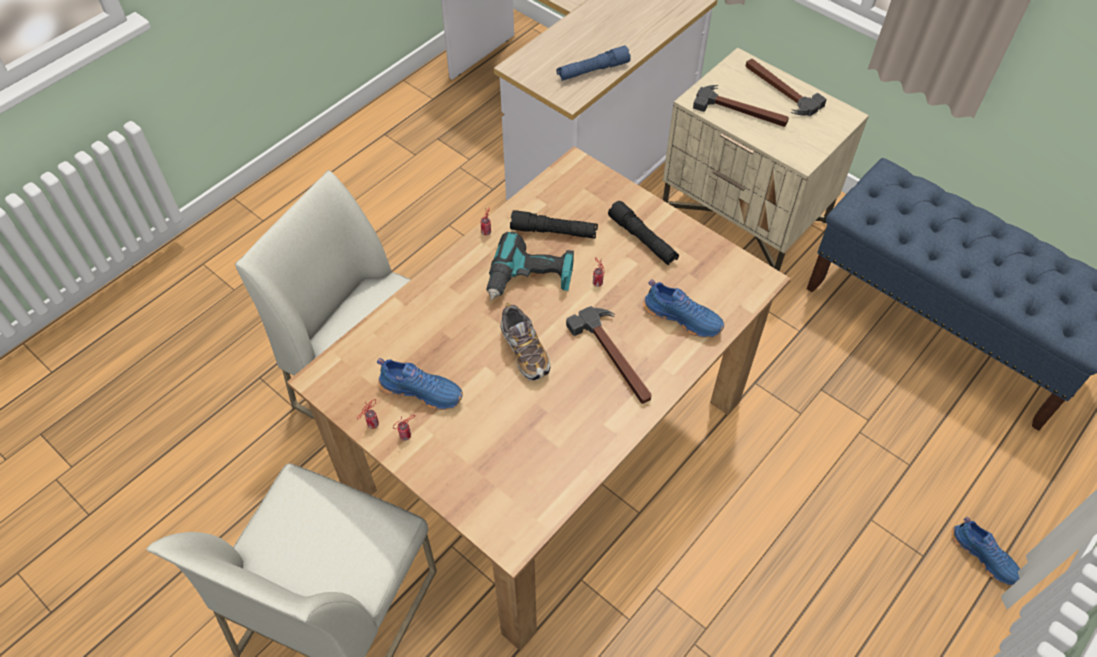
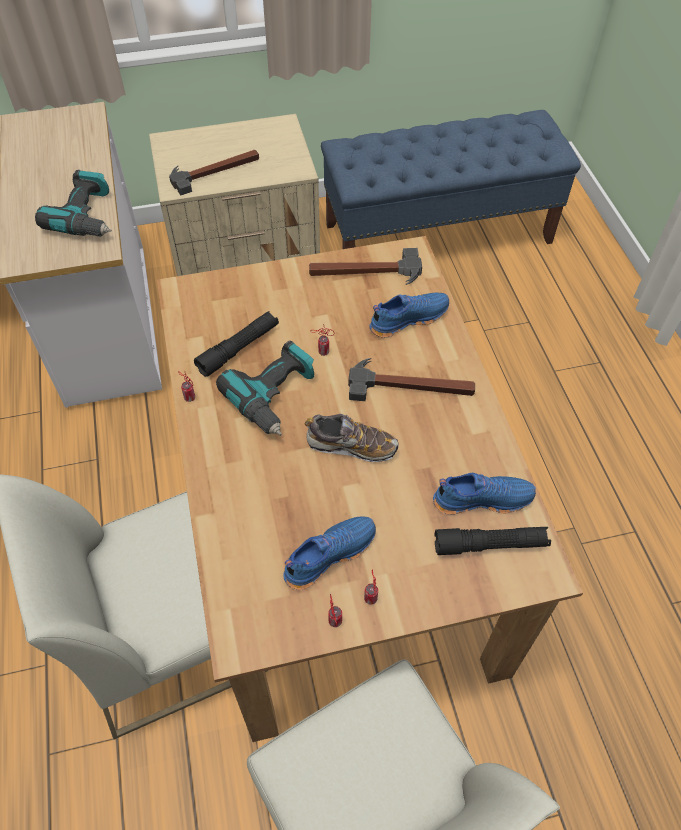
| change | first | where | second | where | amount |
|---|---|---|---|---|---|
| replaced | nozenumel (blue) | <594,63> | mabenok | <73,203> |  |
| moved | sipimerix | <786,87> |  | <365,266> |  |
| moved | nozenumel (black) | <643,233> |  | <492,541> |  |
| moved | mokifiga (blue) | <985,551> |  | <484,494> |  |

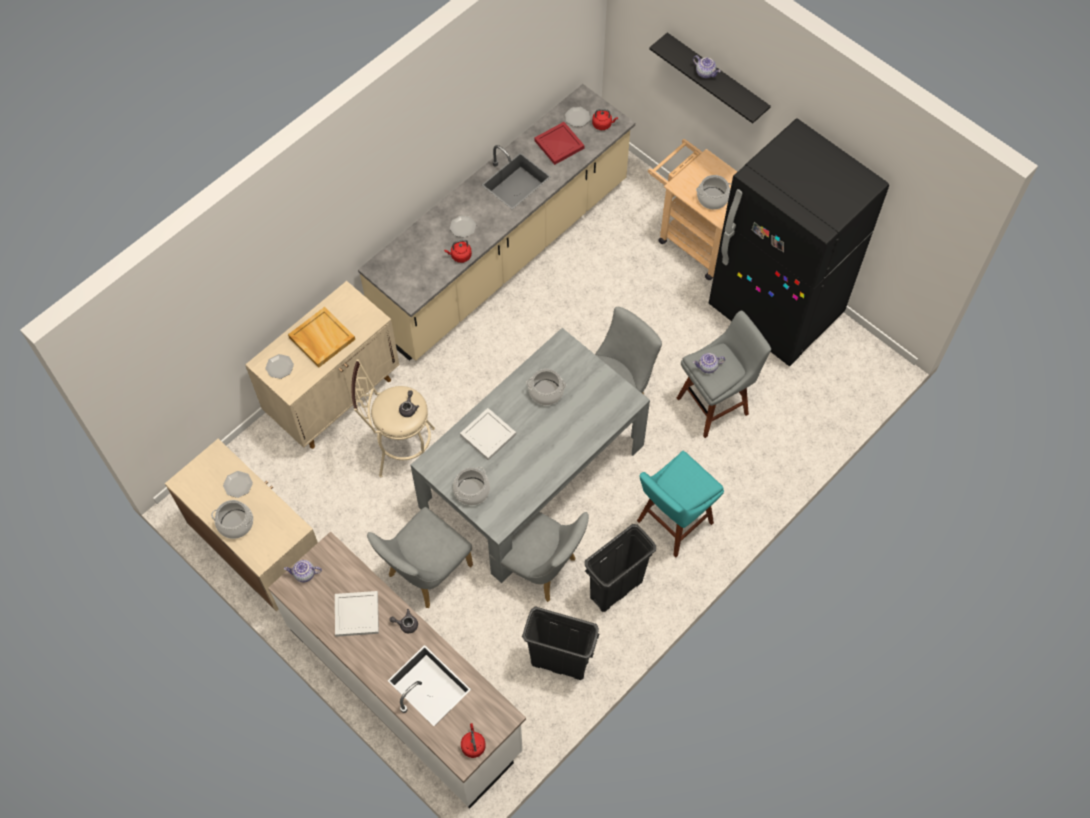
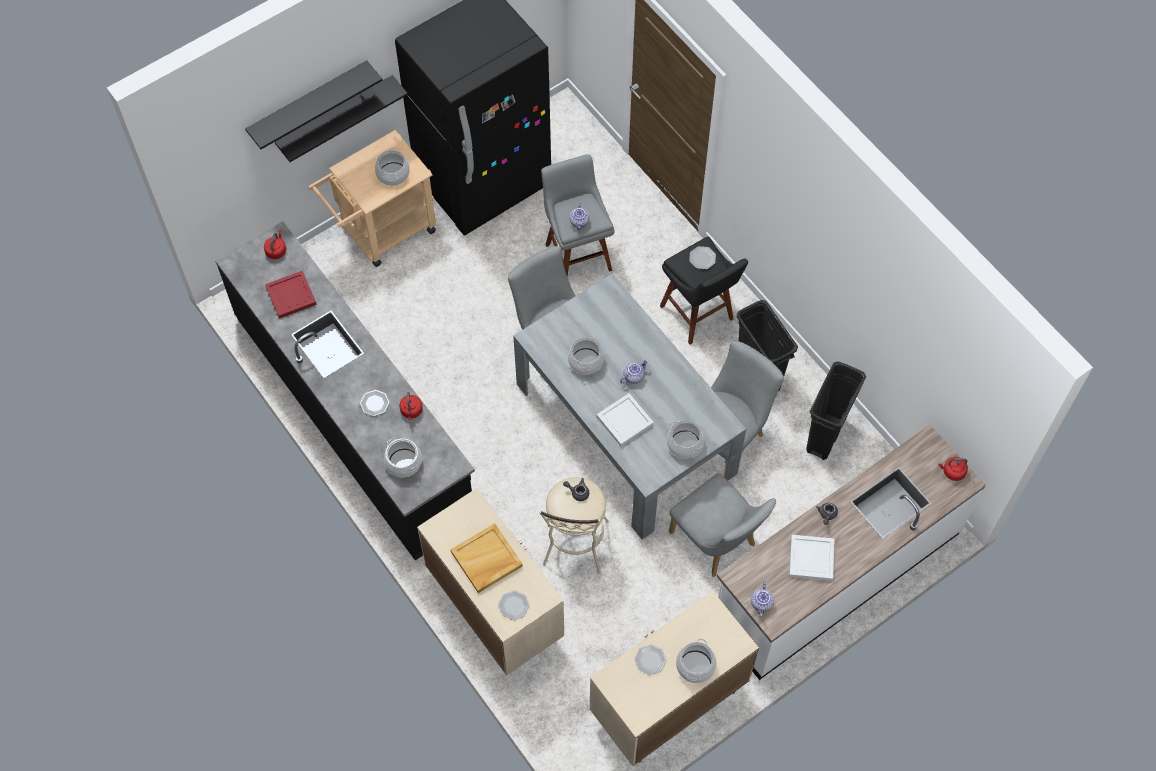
| change | first | where | second | where | amount |
|---|---|---|---|---|---|
| moved | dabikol | <706,66> |  | <634,372> |  |
| recoloured | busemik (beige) | <496,222> | busemik (black) | <345,391> |  |
| moved | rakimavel | <577,117> |  | <702,257> |  |
| recoloured | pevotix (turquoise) | <680,504> | pevotix (black) | <704,290> |  |
| added |  |  | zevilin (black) | <341,118> |  |
| added |  |  | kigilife | <403,457> |  |

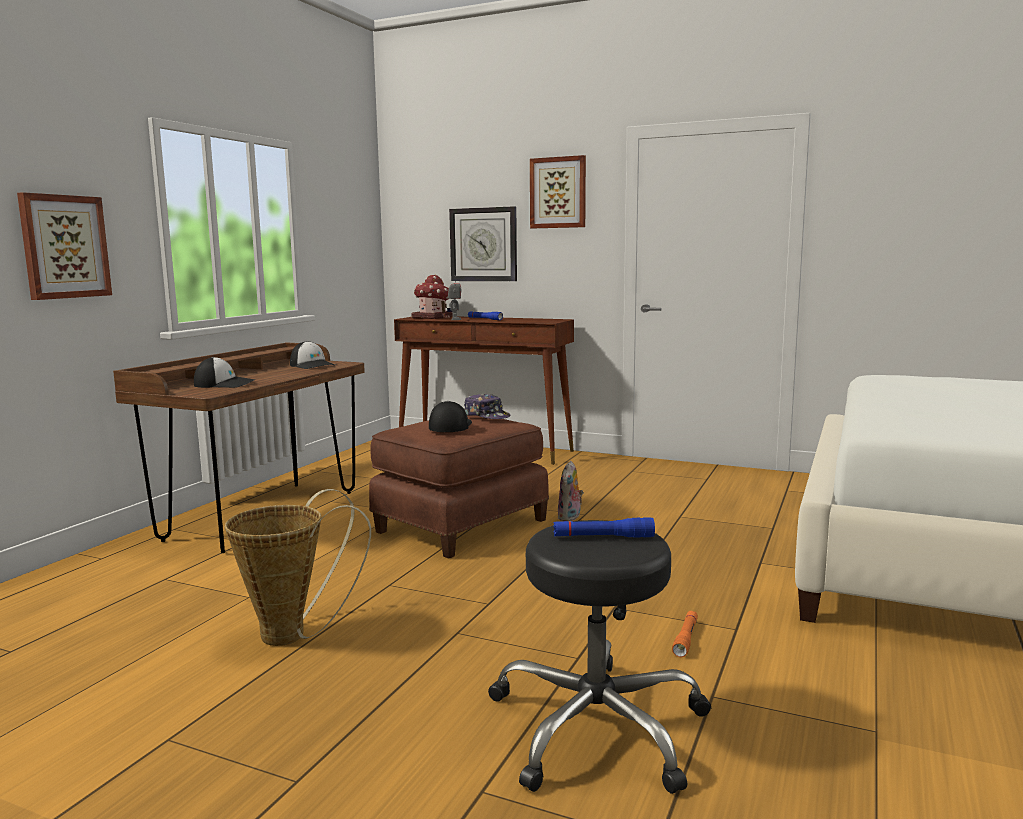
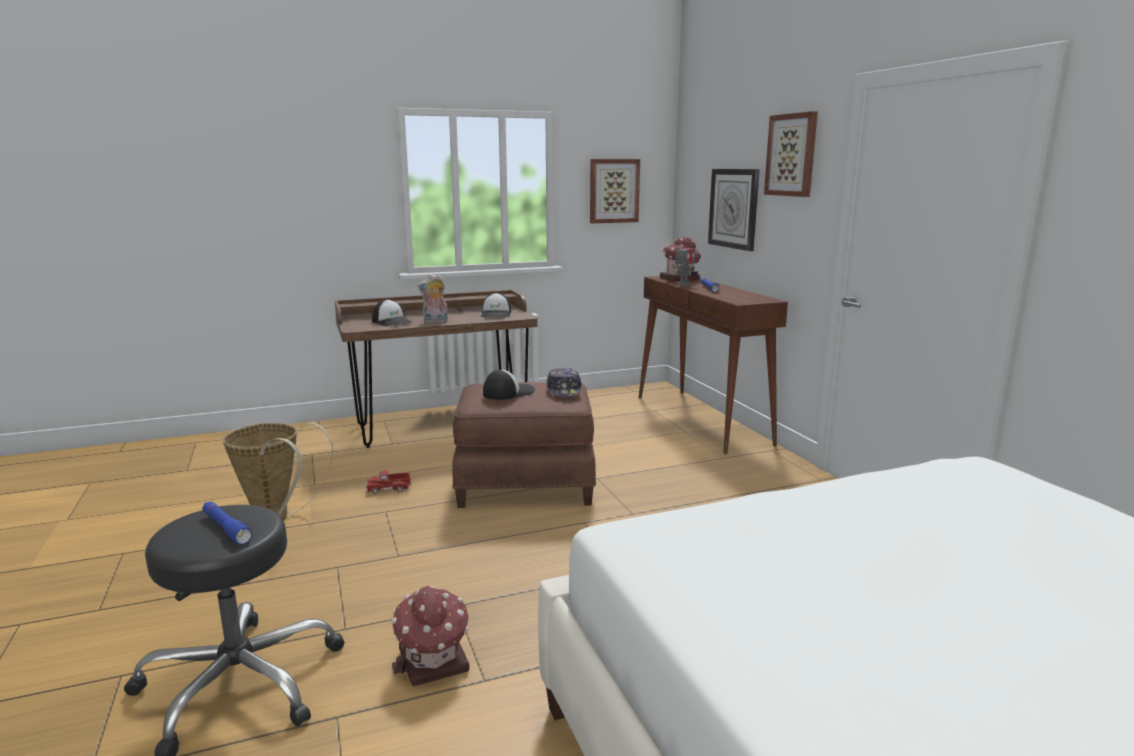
| change | first | where | second | where | amount |
|---|---|---|---|---|---|
| moved | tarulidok | <64,246> |  | <615,191> |  |
| moved | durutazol | <571,491> |  | <432,298> |  |
| replaced | nozenumel (orange) | <685,634> | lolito | <430,636> |  |
| added |  |  | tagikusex | <389,482> |  |

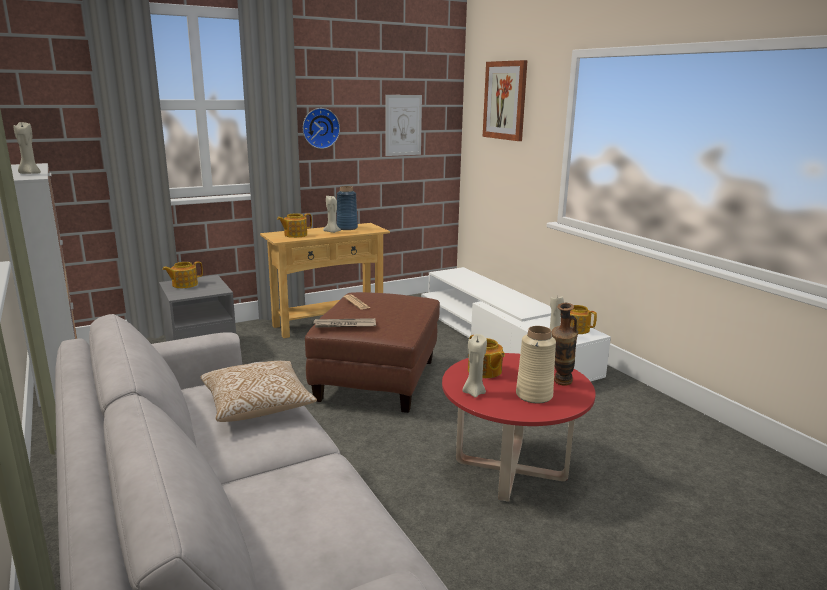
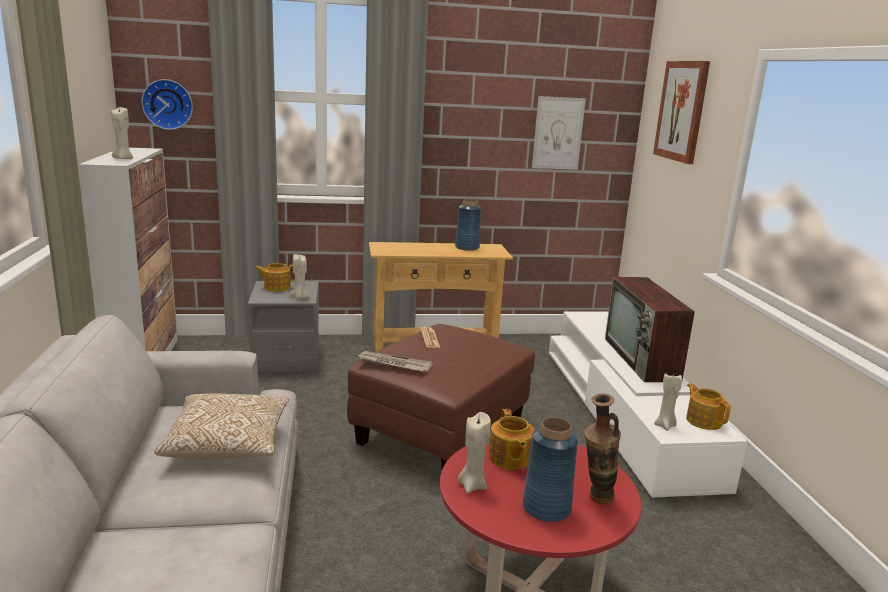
| change | first | where | second | where | amount |
|---|---|---|---|---|---|
| moved | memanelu | <321,128> |  | <167,104> |  |
| moved | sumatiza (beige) | <332,214> |  | <300,276> |  |
| removed | dabikol | <294,225> |  |  |  |
| recoloured | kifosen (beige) | <536,364> | kifosen (blue) | <550,469> |  |
| added |  |  | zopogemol | <650,329> |  |

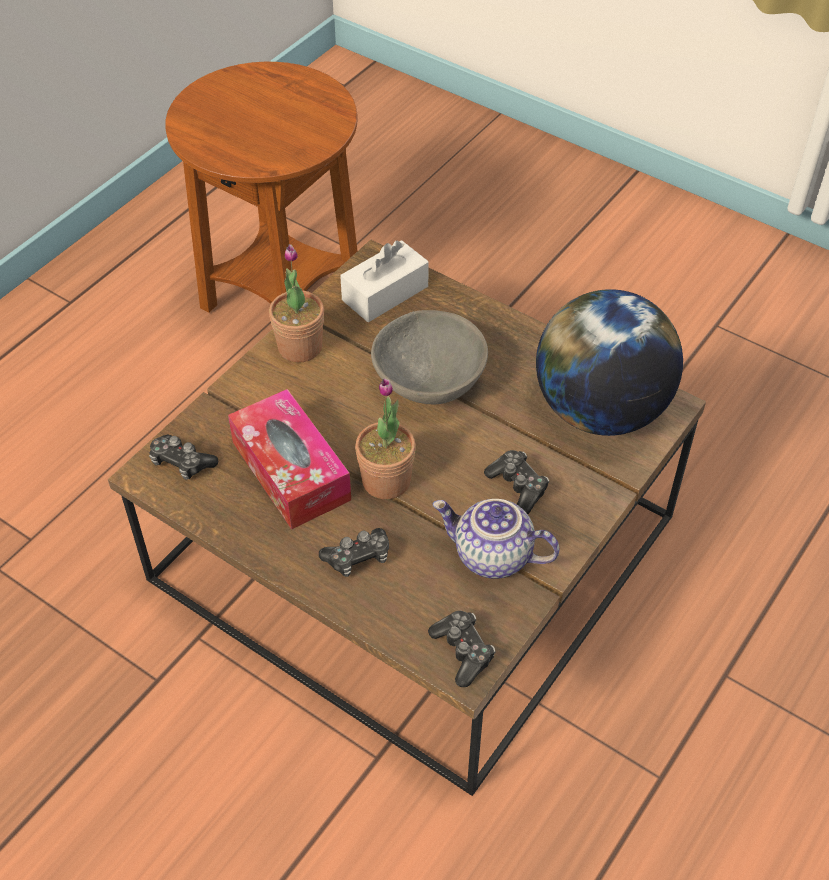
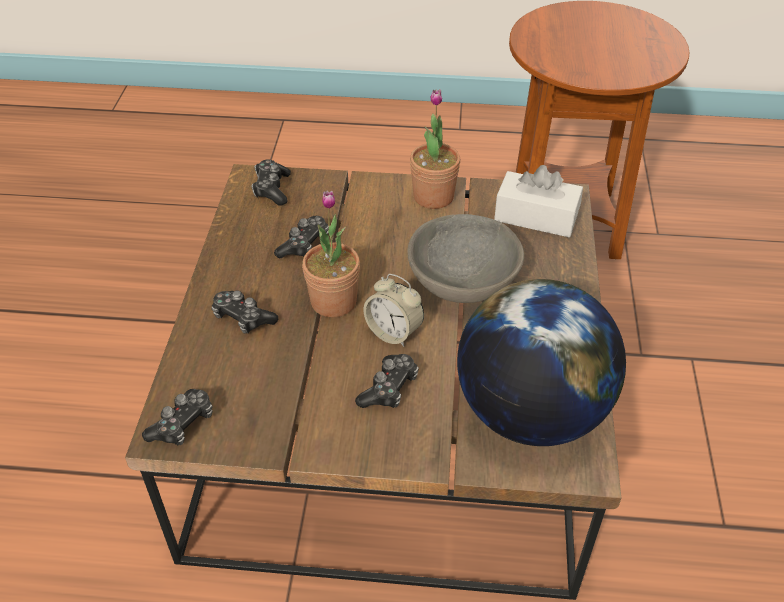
| change | first | where | second | where | amount |
|---|---|---|---|---|---|
| replaced | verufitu | <289,459> | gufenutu | <301,237> |  |
| removed | dabikol | <496,539> |  |  |  |
| added |  |  | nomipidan | <394,310> |  |

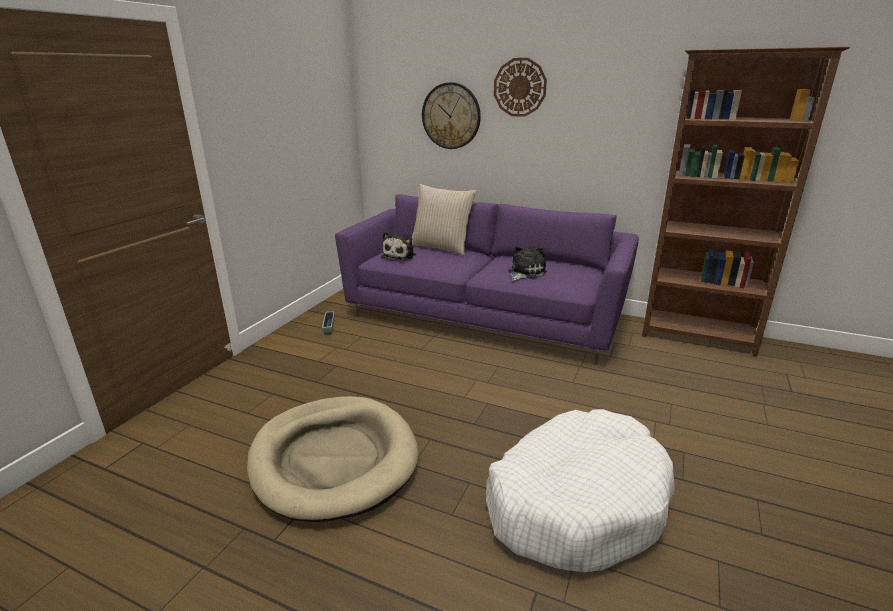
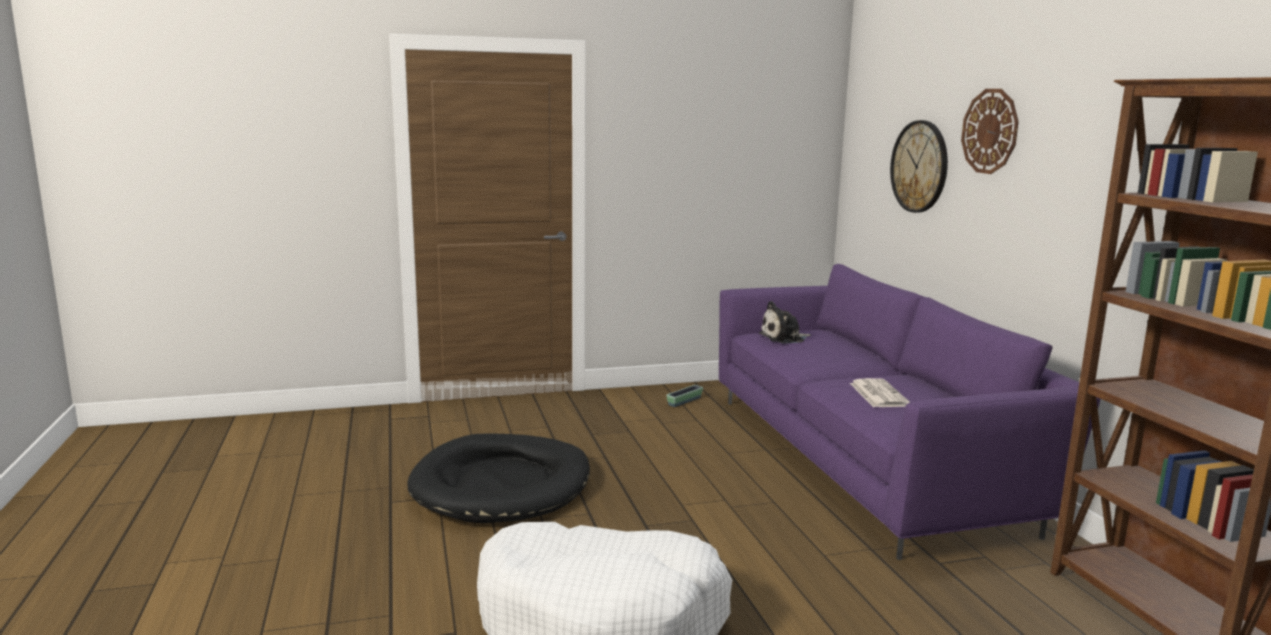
| change | first | where | second | where | amount |
|---|---|---|---|---|---|
| removed | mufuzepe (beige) | <444,220> |  |  |  |
| replaced | durutazol | <527,263> | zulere | <880,392> |  |
| recoloured | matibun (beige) | <333,459> | matibun (black) | <498,478> |  |

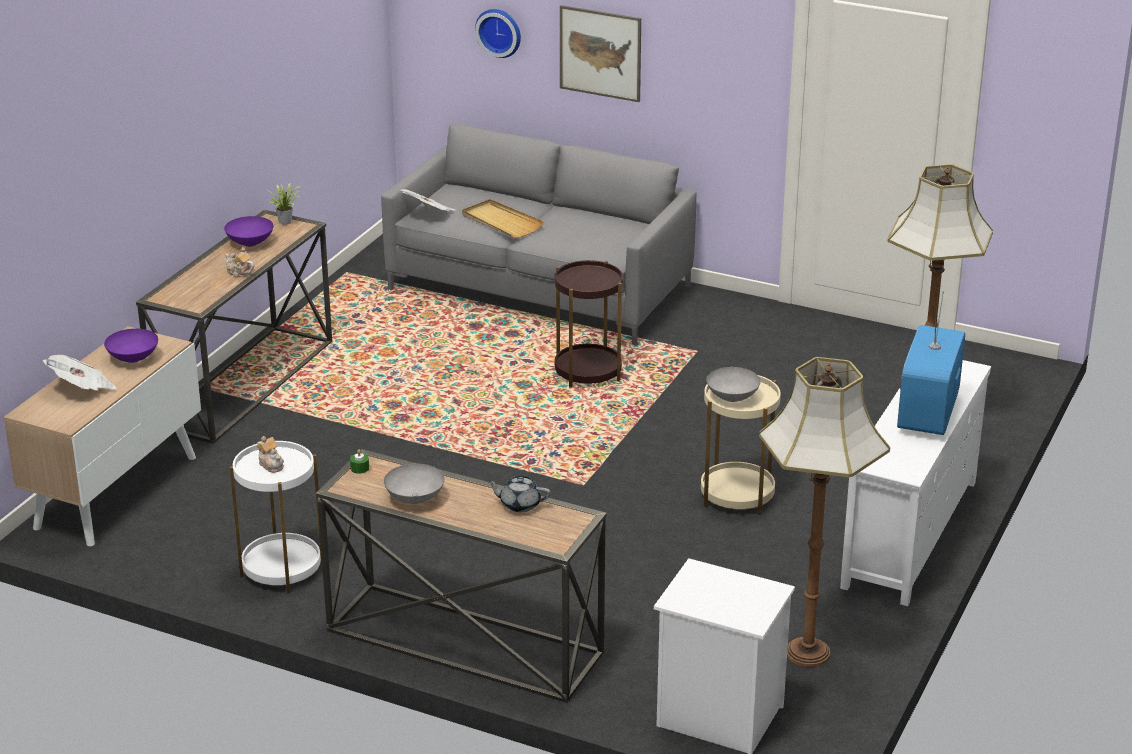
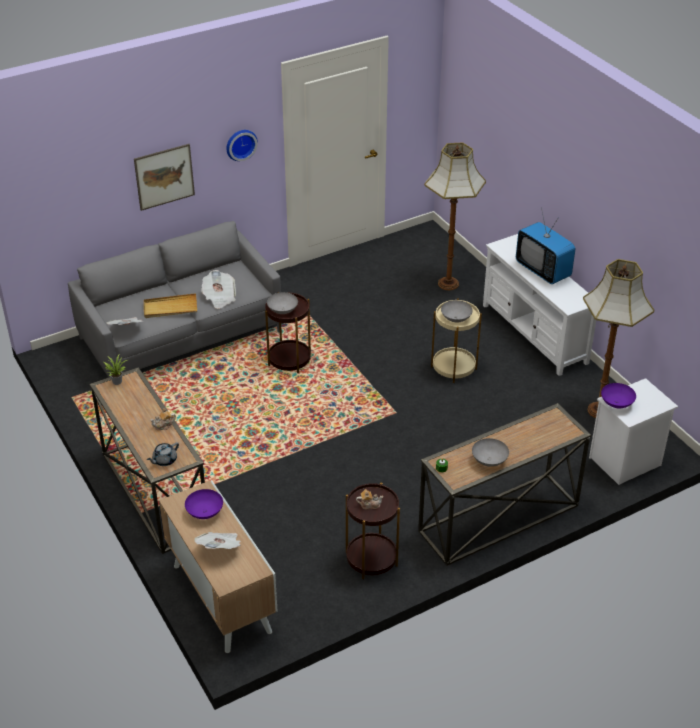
| change | first | where | second | where | amount |
|---|---|---|---|---|---|
| moved | memanelu | <498,33> |  | <242,145> |  |
| moved | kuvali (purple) | <249,231> |  | <618,395> |  |
| recoloured | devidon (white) | <276,517> | devidon (brown) | <373,531> |  |
| moved | dabikol (grey) | <518,494> |  | <163,454> |  |
| added |  |  | zulere | <218,289> |  |
| added |  |  | kuvali (grey) | <282,303> |  |

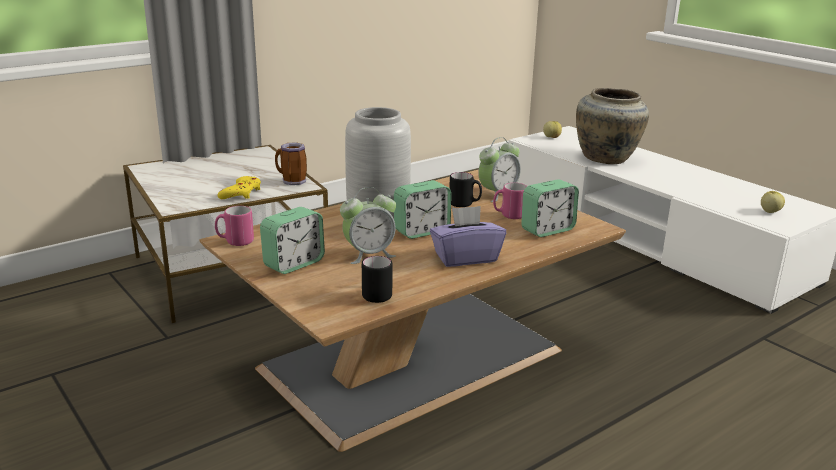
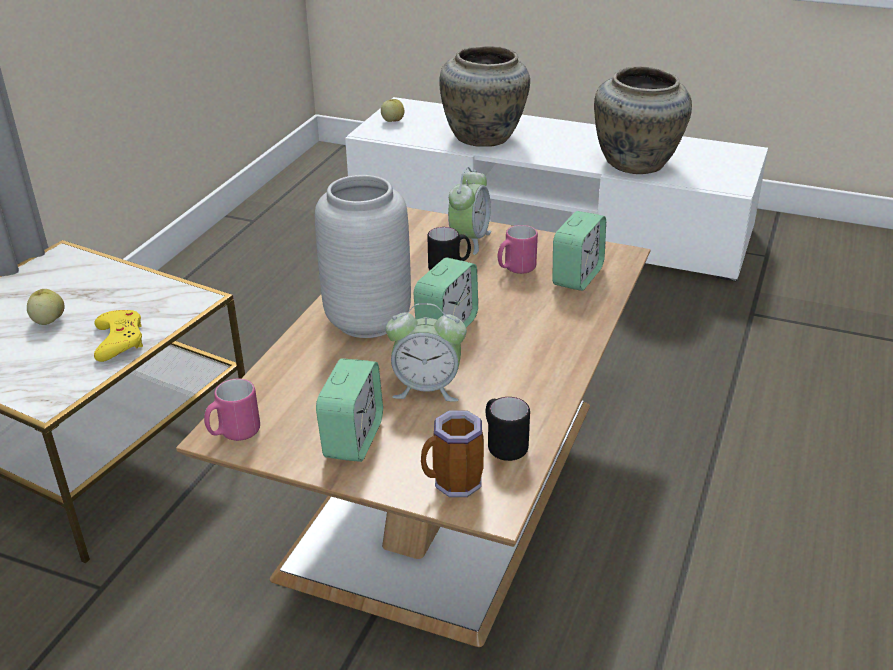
| change | first | where | second | where | amount |
|---|---|---|---|---|---|
| moved | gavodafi | <291,163> |  | <452,453> |  |
| turned | nomipidan | <368,225> |  | <426,352> | 60 degrees clockwise |
| moved | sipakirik | <773,202> |  | <46,307> |  |
| removed | verufitu (purple) | <468,236> |  |  |  |
| added |  |  | kifosen (beige) | <643,120> |  |

